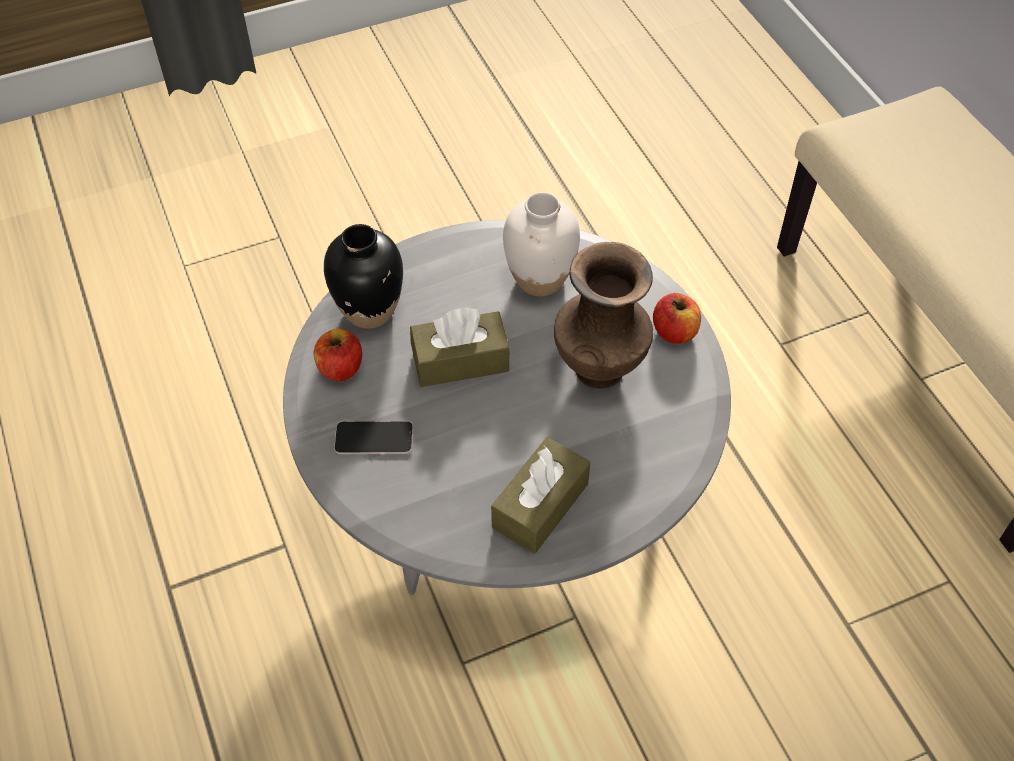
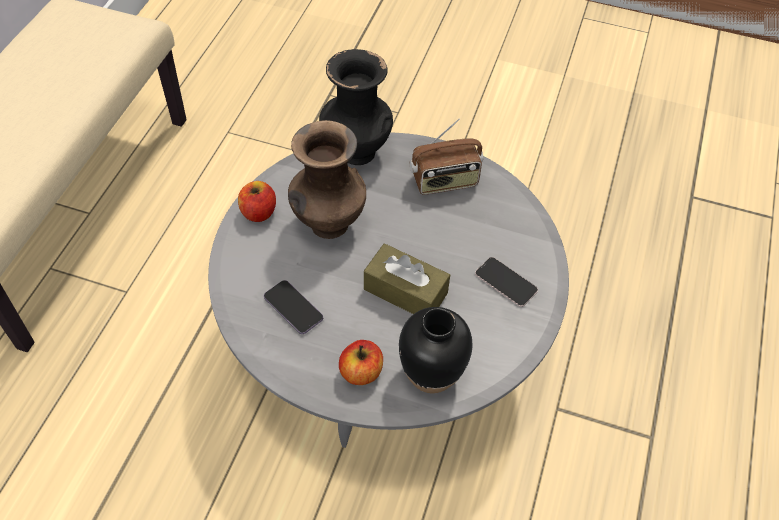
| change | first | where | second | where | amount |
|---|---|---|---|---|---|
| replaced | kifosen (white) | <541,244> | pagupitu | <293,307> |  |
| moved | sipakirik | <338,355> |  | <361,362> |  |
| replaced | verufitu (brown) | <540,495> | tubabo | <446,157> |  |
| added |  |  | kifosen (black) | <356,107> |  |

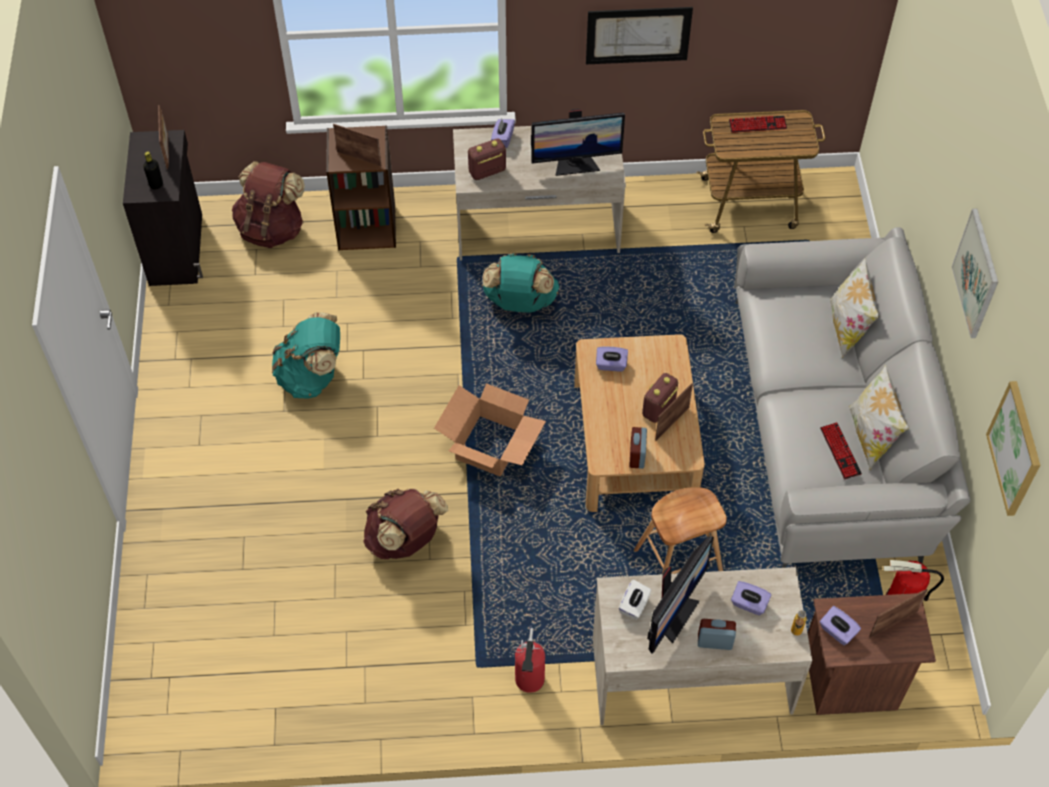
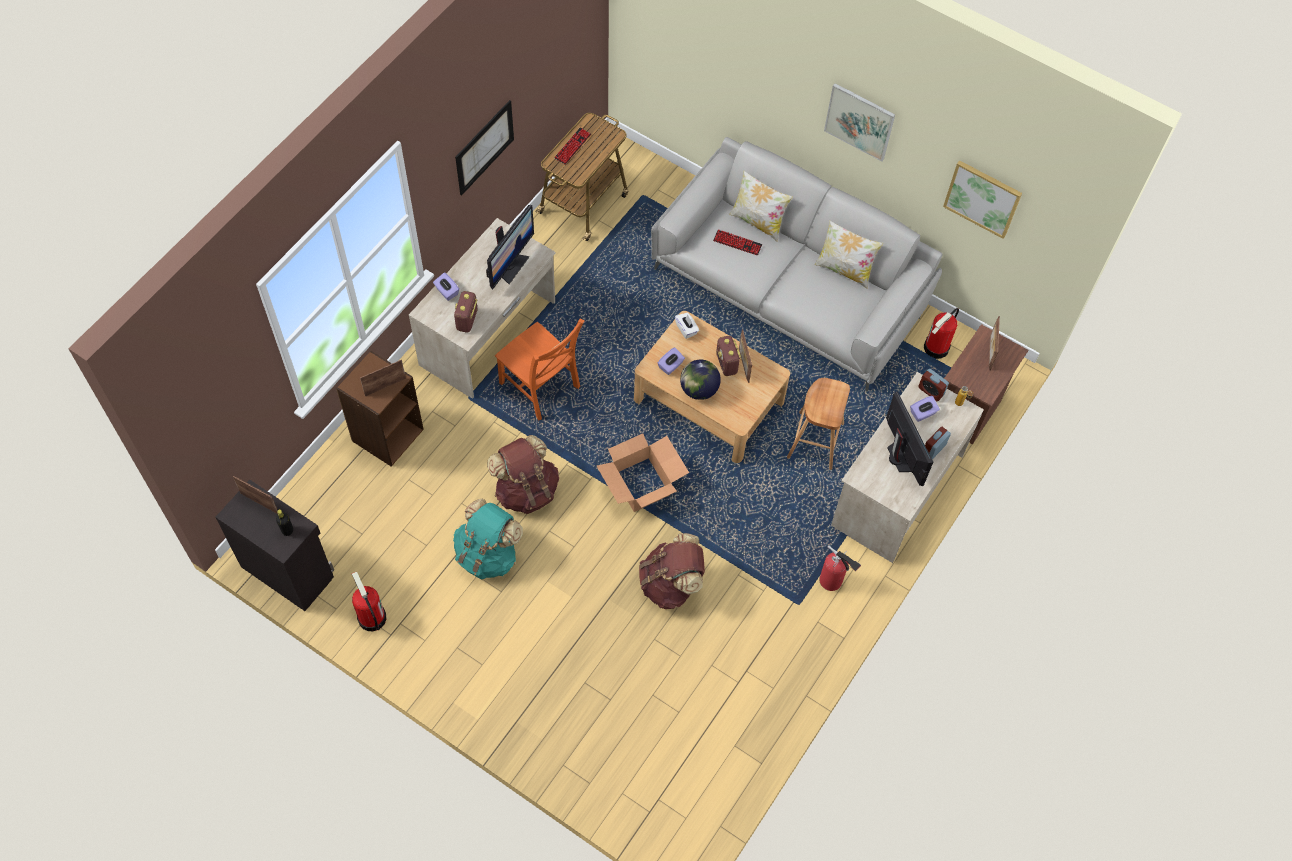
| change | first | where | second | where | amount |
|---|---|---|---|---|---|
| moved | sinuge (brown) | <268,204> |  | <523,474> |  |
| replaced | sinuge (turquoise) | <520,283> | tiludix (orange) | <540,369> |  |
| moved | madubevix | <841,450> |  | <737,242> |  |
| moved | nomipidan | <638,448> |  | <933,385> |  |
| moved | verufitu (white) | <635,599> |  | <687,326> |  |
| removed | verufitu (purple) | <840,625> |  |  |  |
| added |  |  | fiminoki | <700,380> |  |
| added |  |  | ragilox | <369,601> |  |

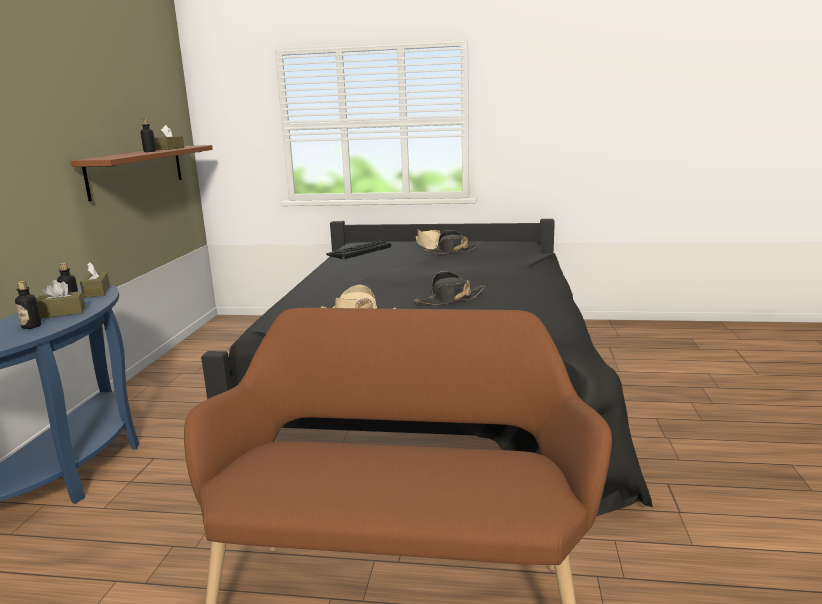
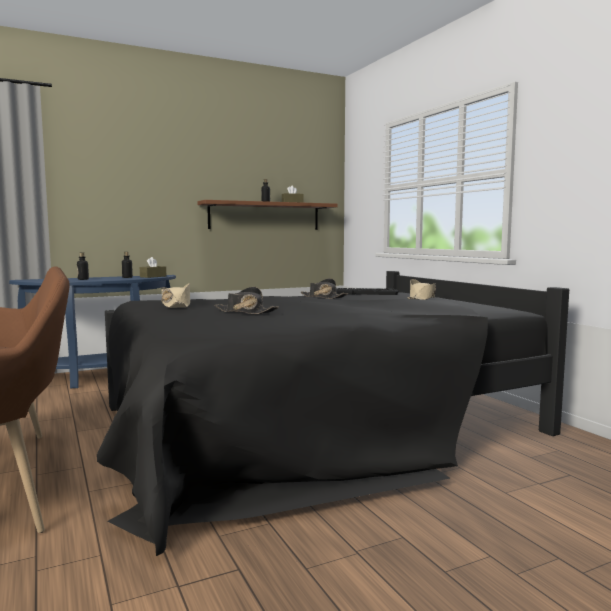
| change | first | where | second | where | amount |
|---|---|---|---|---|---|
| moved | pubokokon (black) | <452,242> |  | <324,288> |  |
| removed | verufitu (brown) | <60,299> |  |  |  |

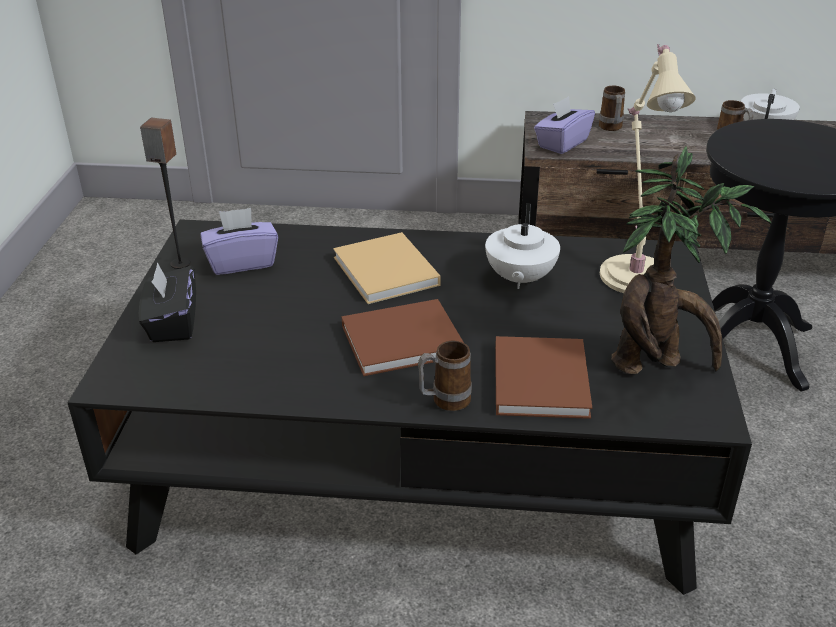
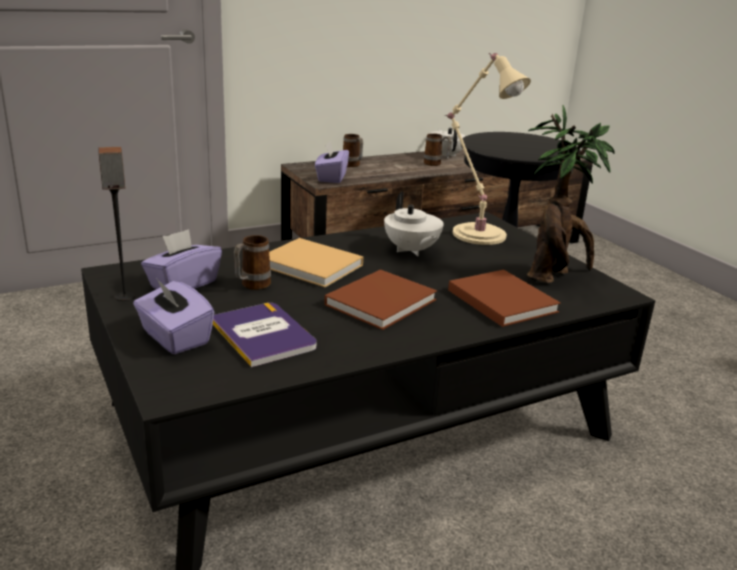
| change | first | where | second | where | amount |
|---|---|---|---|---|---|
| recoloured | verufitu (black) | <167,302> | verufitu (purple) | <173,316> |  |
| moved | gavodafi | <445,375> |  | <252,262> |  |
| added |  |  | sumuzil | <265,335> |  |

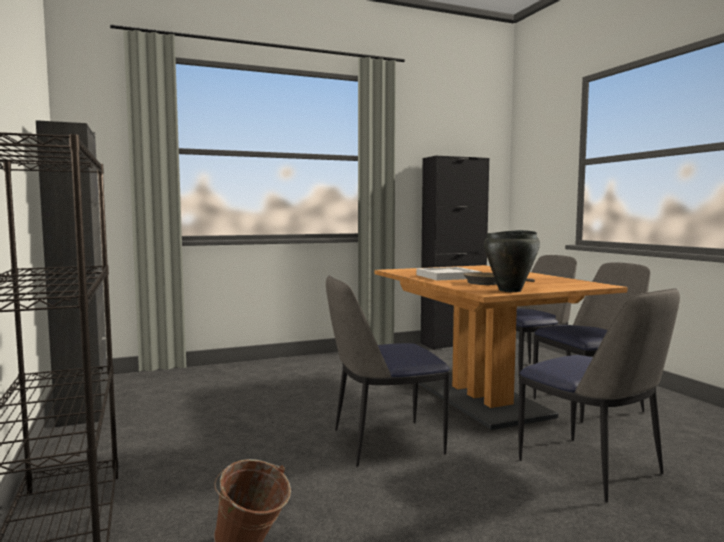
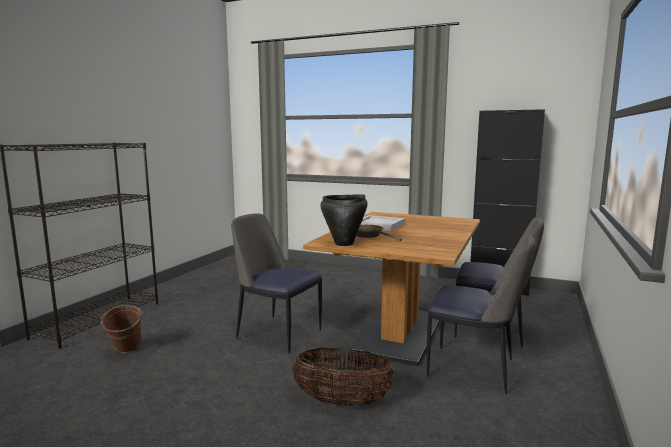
| change | first | where | second | where | amount |
|---|---|---|---|---|---|
| removed | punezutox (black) | <72,273> |  |  |  |
| replaced | tiludix | <599,395> | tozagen | <343,377> |  |

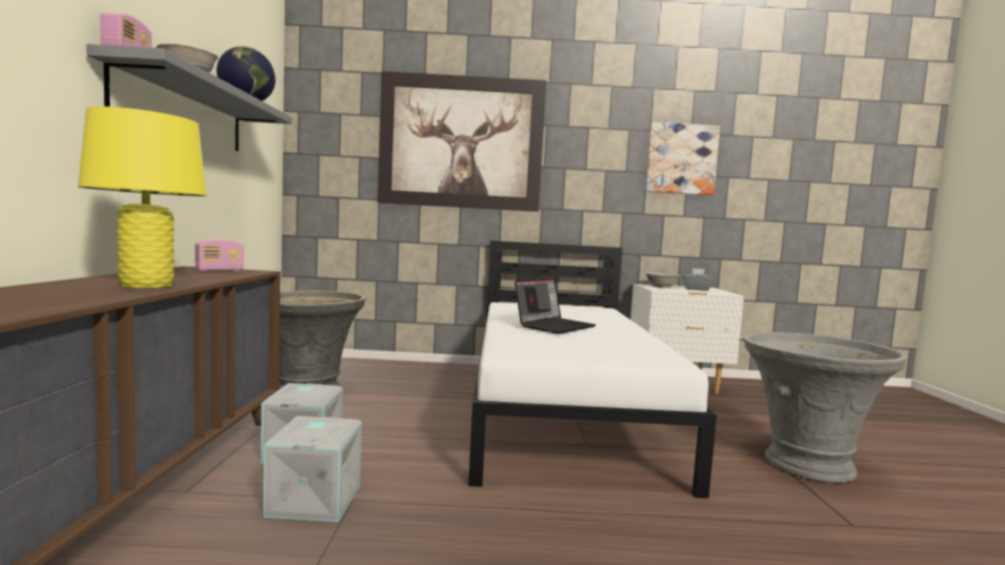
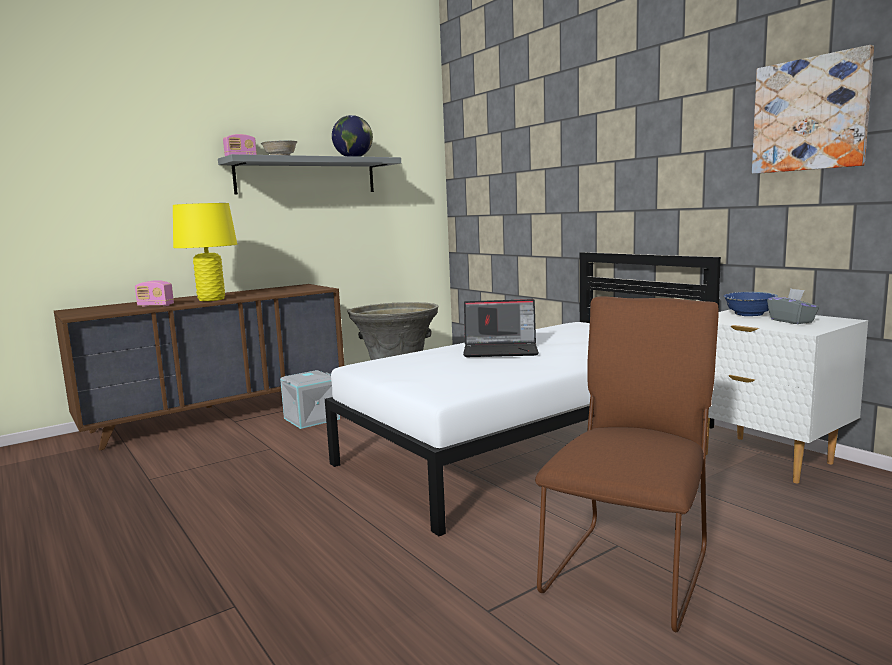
| change | first | where | second | where | amount |
|---|---|---|---|---|---|
| removed | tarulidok | <461,141> |  |  |  |
| moved | tubabo | <219,255> |  | <154,293> |  |
| recoloured | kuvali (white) | <662,280> | kuvali (blue) | <750,304> |  |
| replaced | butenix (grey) | <825,407> | tiludix (brown) | <627,464> |  |
| removed | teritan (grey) | <312,469> |  |  |  |

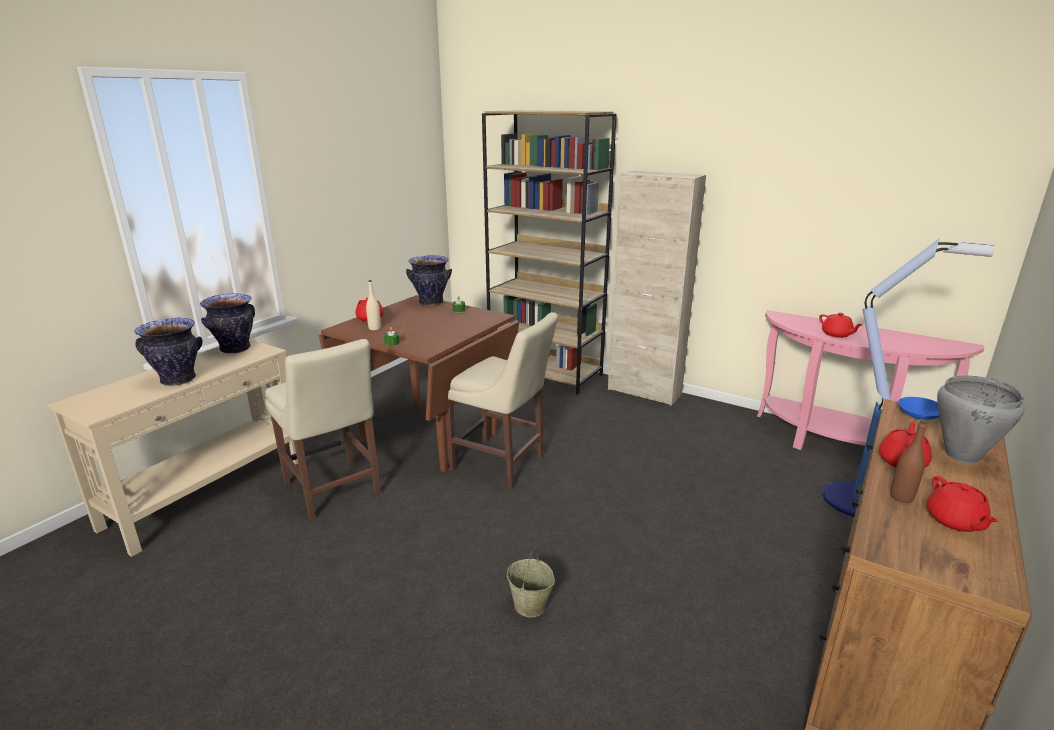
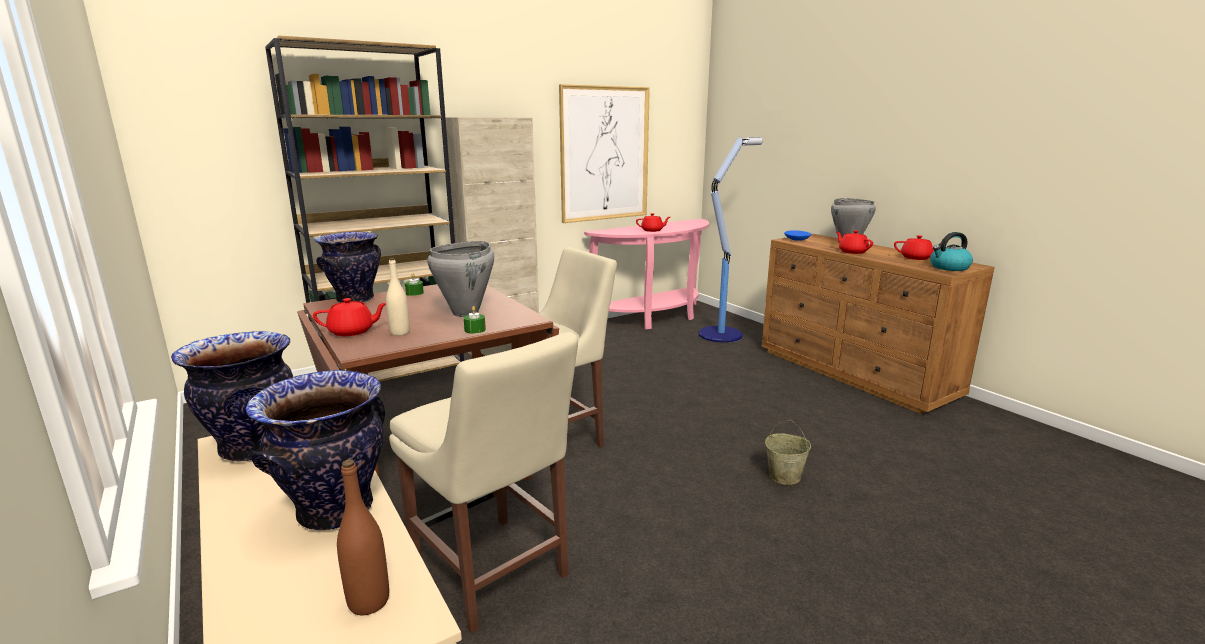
| change | first | where | second | where | amount |
|---|---|---|---|---|---|
| turned | tiludix (beige) | <323,430> |  | <483,482> | 60 degrees clockwise |
| moved | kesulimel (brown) | <908,461> |  | <363,537> |  |
| added |  |  | tarulidok | <604,153> |  |
| added |  |  | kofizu | <951,251> |  |
| added |  |  | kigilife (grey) | <460,279> |  |

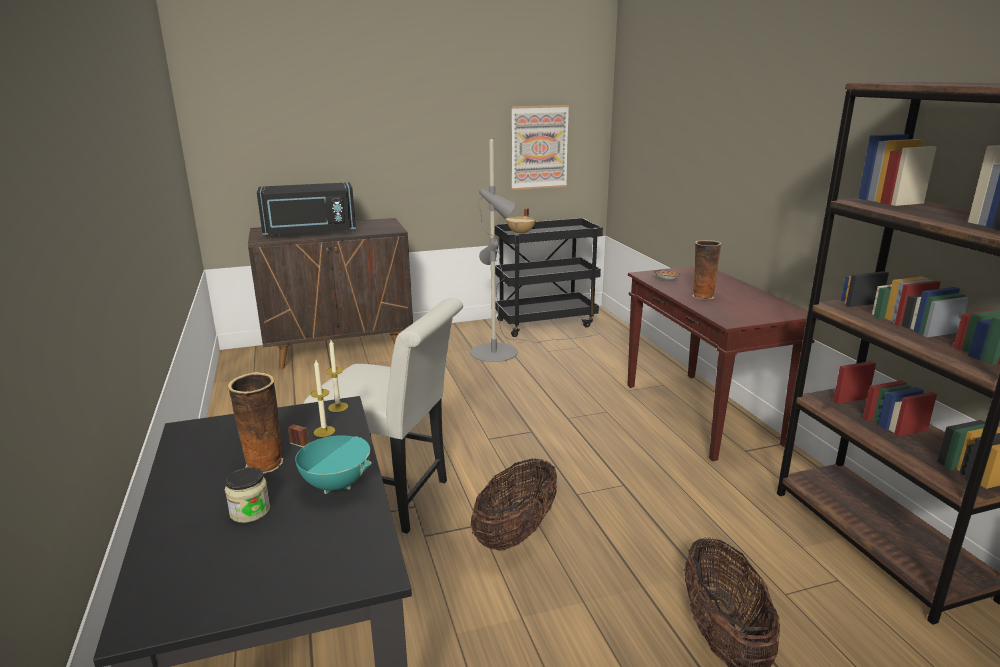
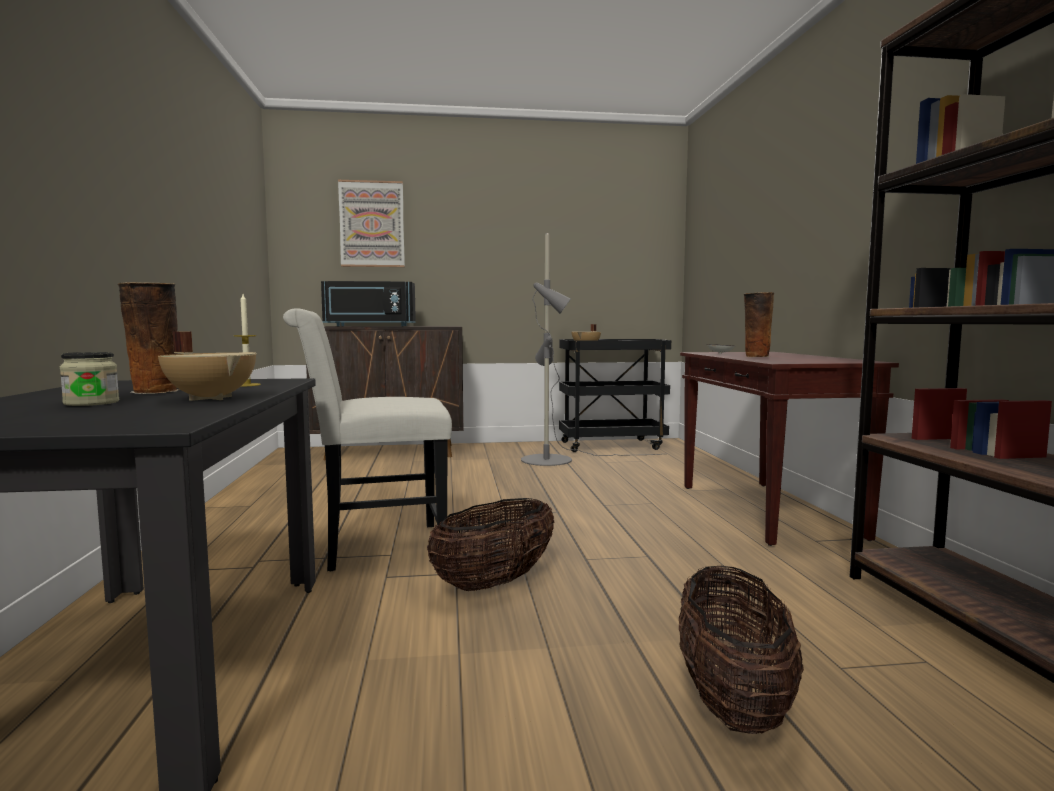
| change | first | where | second | where | amount |
|---|---|---|---|---|---|
| moved | tarulidok | <540,147> |  | <371,223> |  |
| turned | tiludix (white) | <383,416> |  | <367,440> | 135 degrees clockwise |
| removed | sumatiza | <337,376> |  |  |  |
| recoloured | kigilife (turquoise) | <329,459> | kigilife (beige) | <207,366> |  |

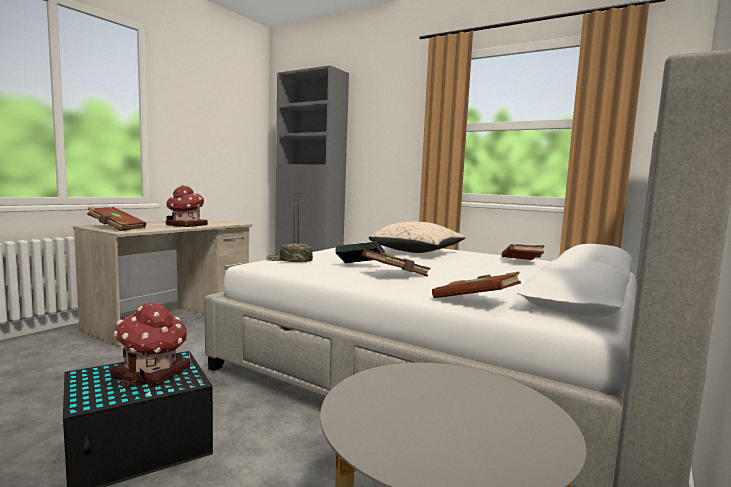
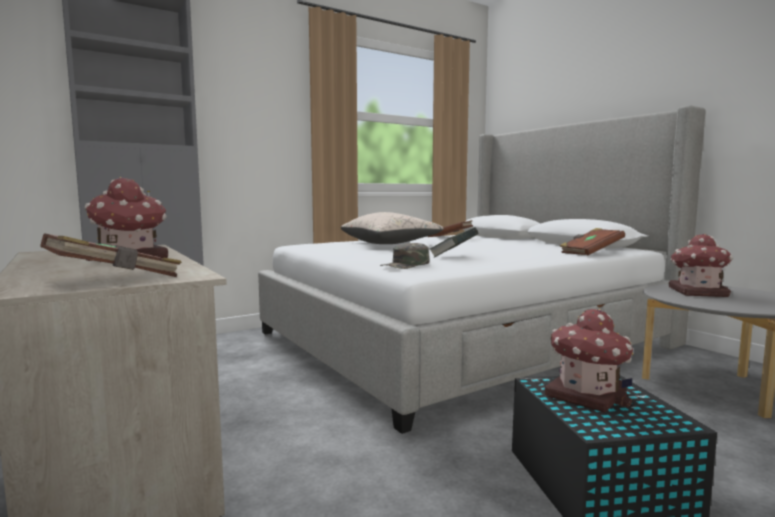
| change | first | where | second | where | amount |
|---|---|---|---|---|---|
| removed | sumuzil (brown) | <396,263> |  |  |  |
| added |  |  | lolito | <701,265> |  |

